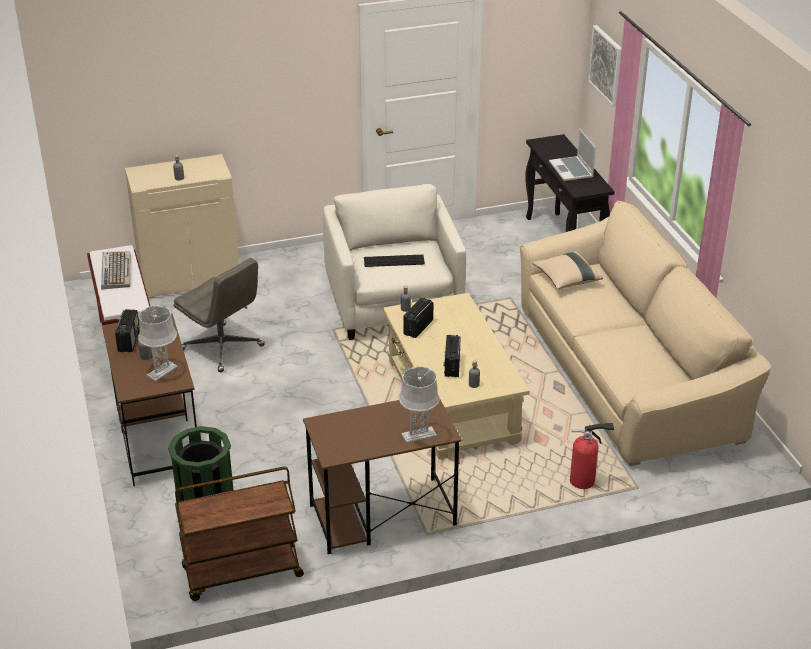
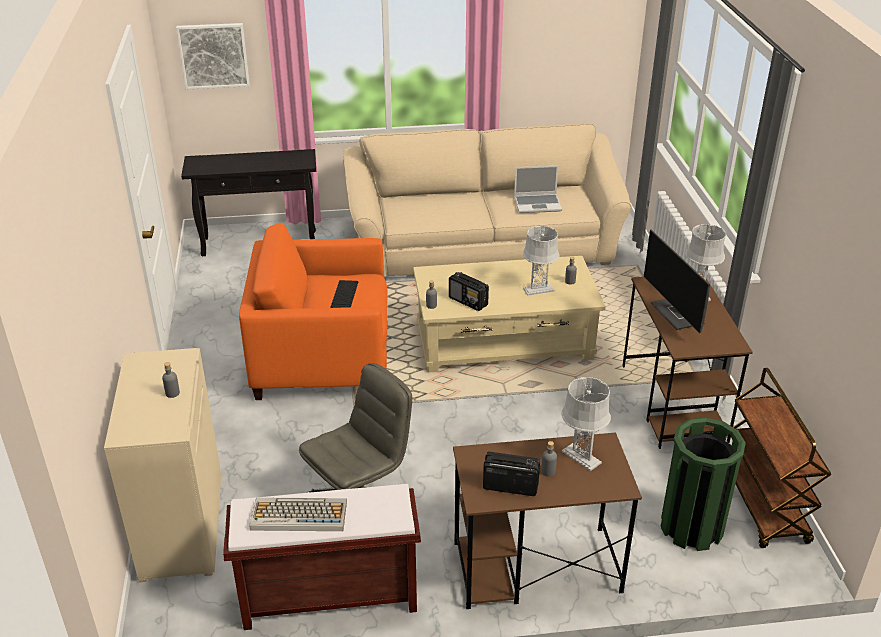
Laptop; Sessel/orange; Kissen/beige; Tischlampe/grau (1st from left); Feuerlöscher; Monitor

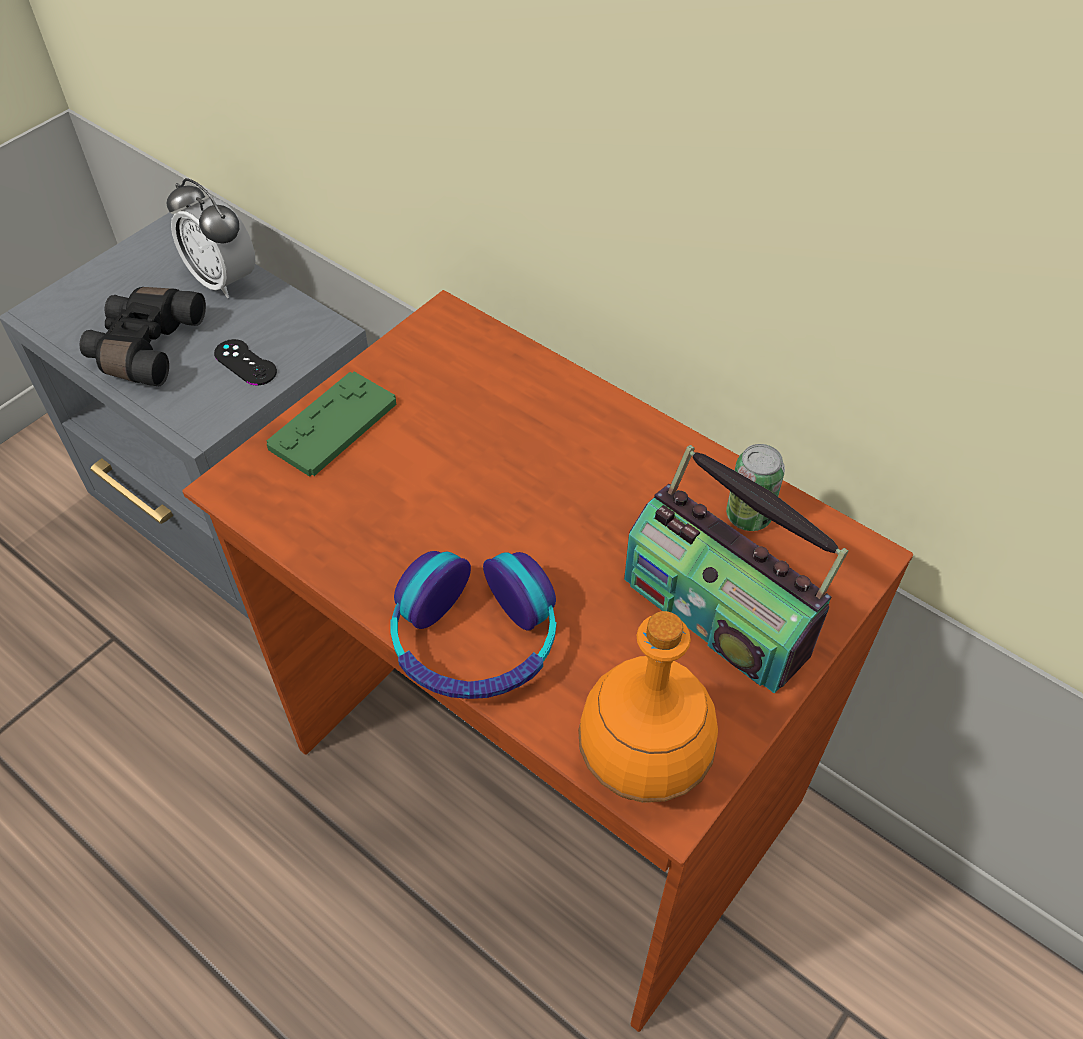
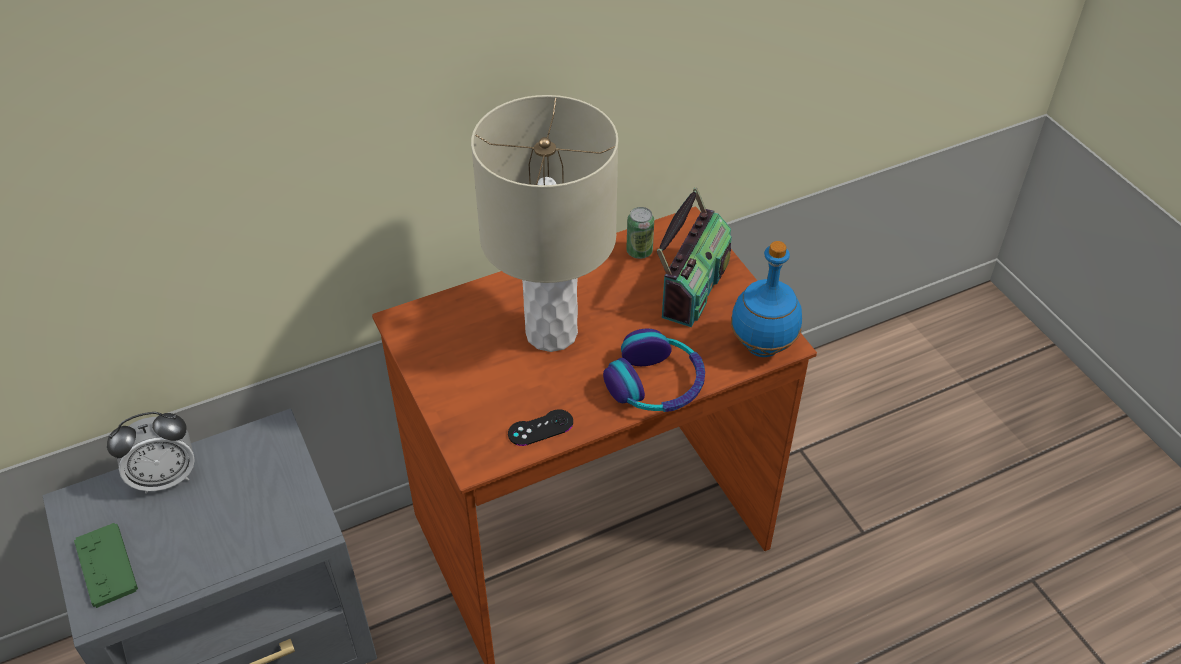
Fernglas/schwarz; Gamepad/schwarz; Gamepad/grün; Radio; Flasche/blau; Tischlampe/beige

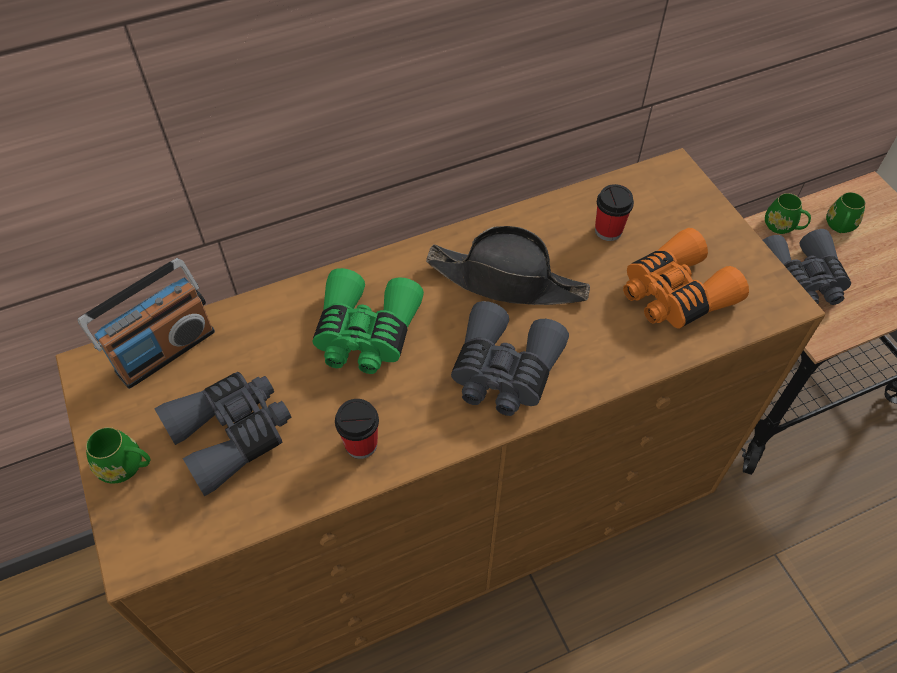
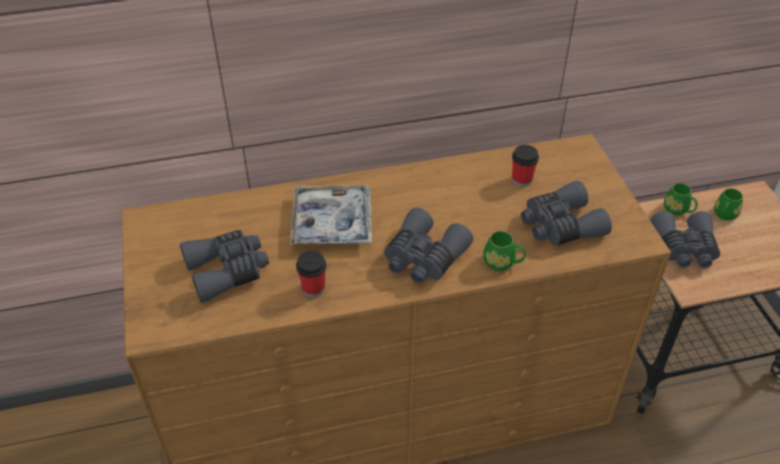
Hut/schwarz; Fernglas/grau (3rd from left); Radio; Tablett; Henkelbecher/grün (1st from left)

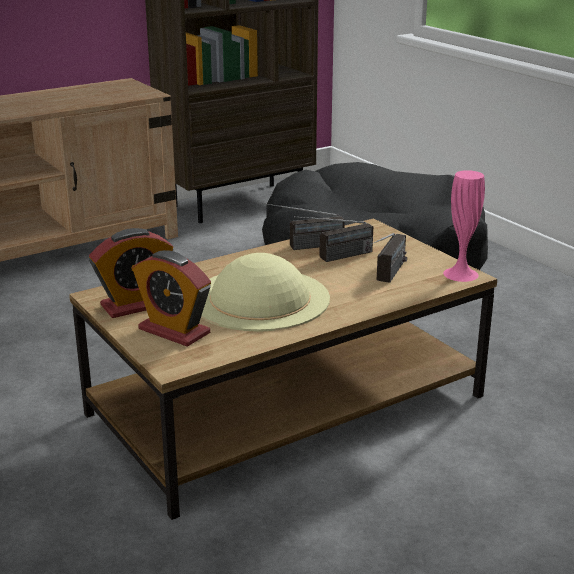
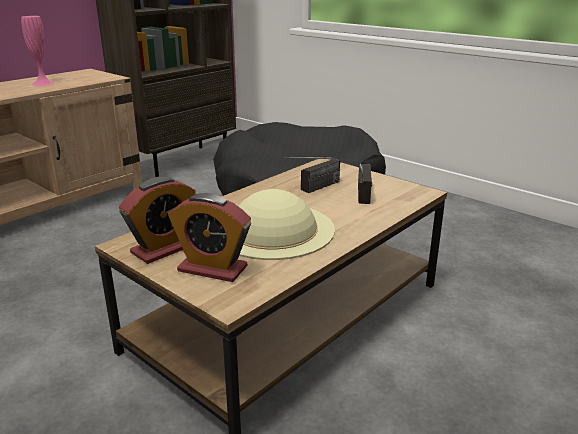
Vase/rosa; Radio (1st from left in the first image)

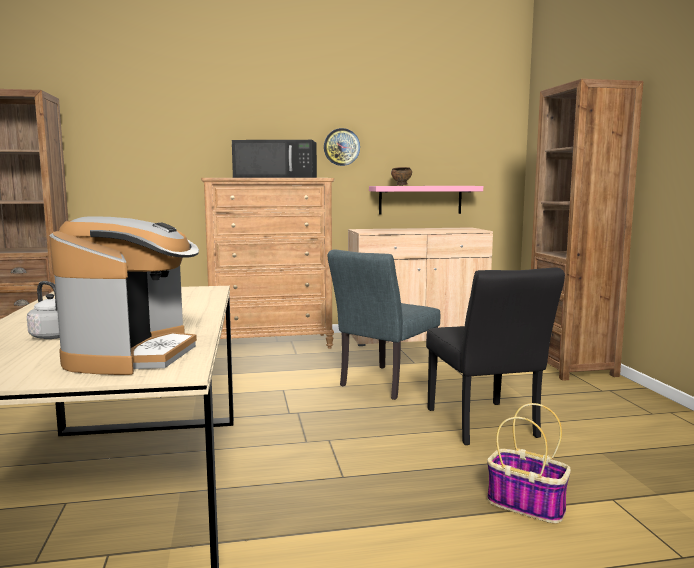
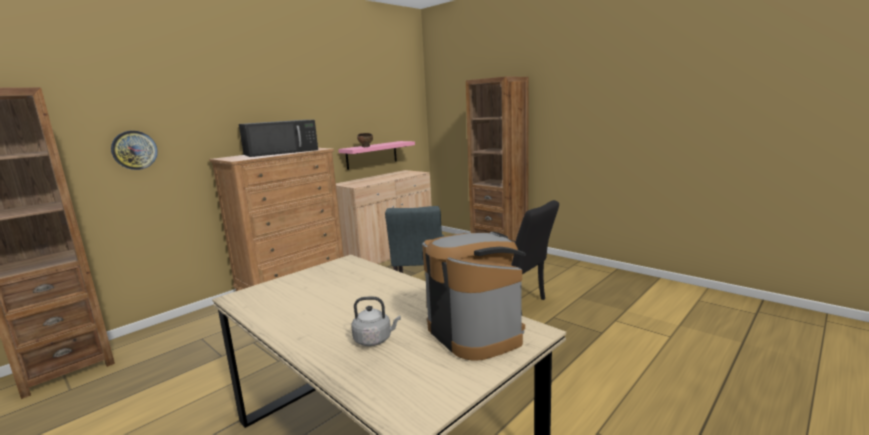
Wanduhr; Korb

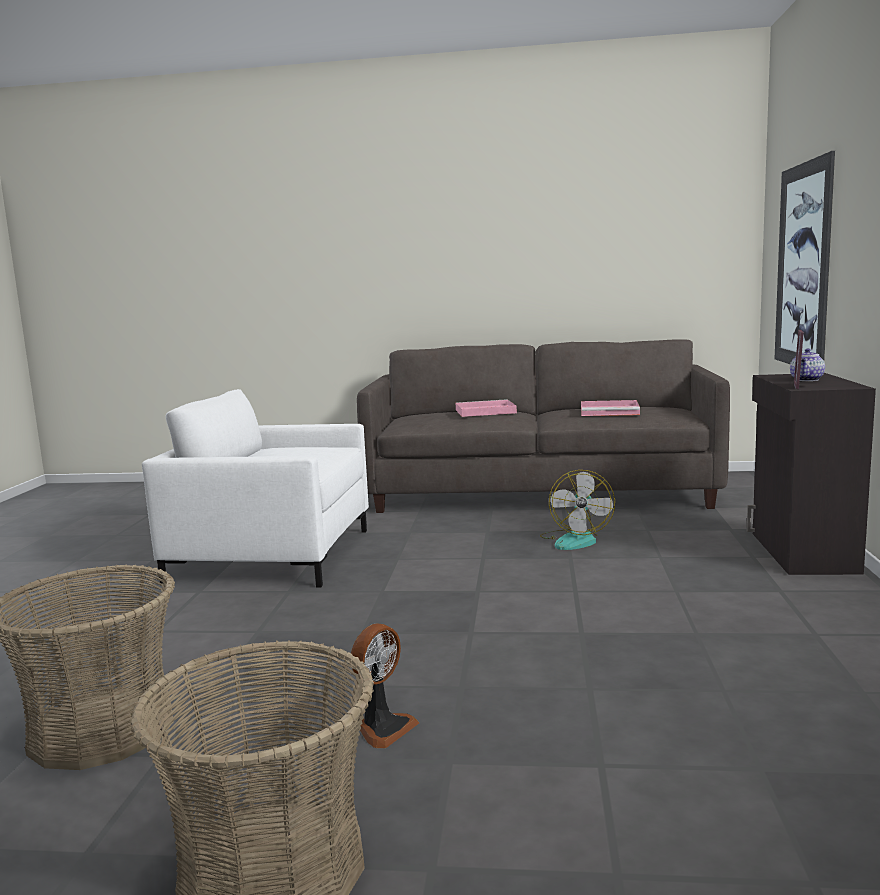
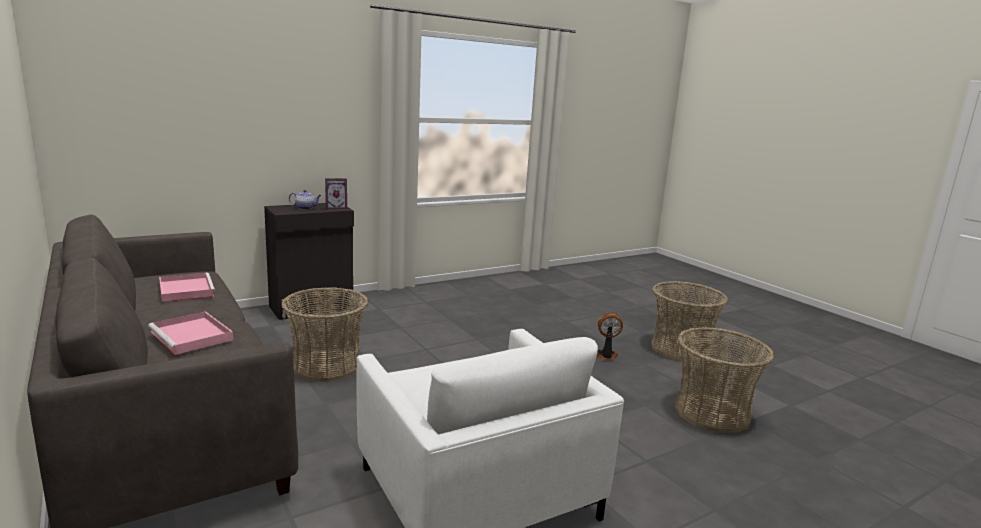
Bild; Korb (1st from left)

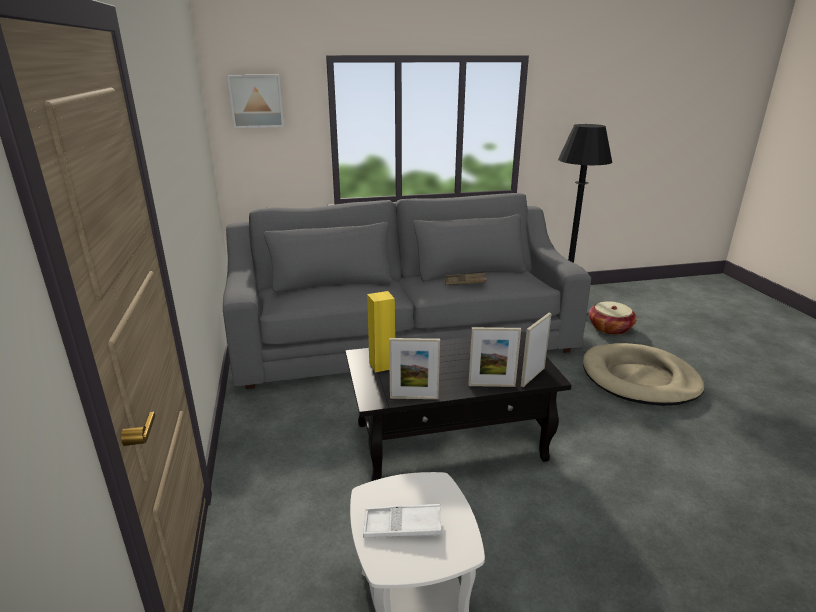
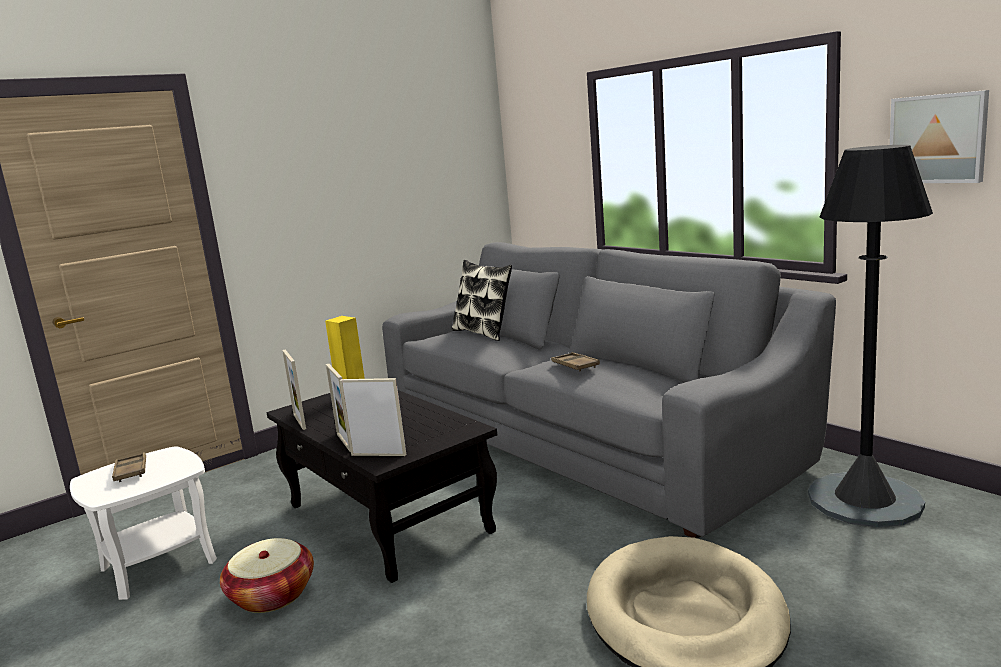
Bild; Korb; Tablett/braun (1st from left); Kissen

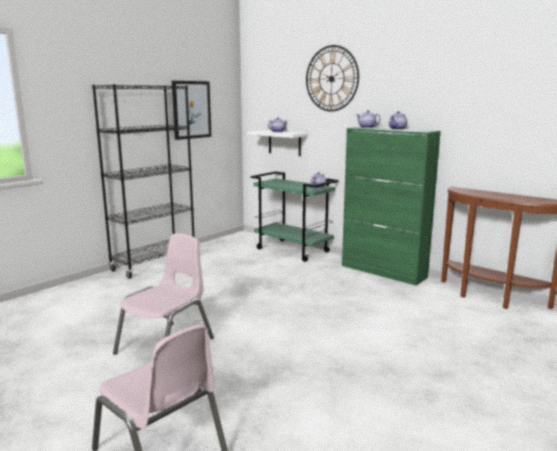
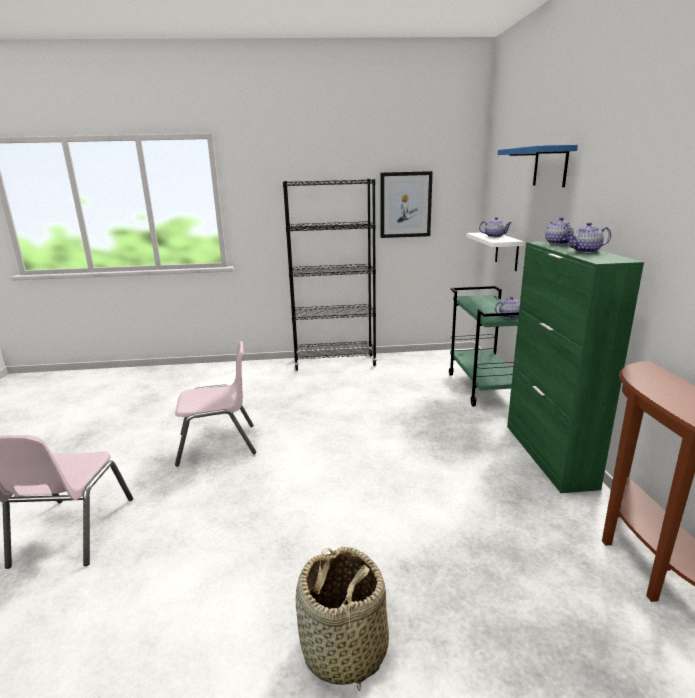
Wandregal/blau; Korb

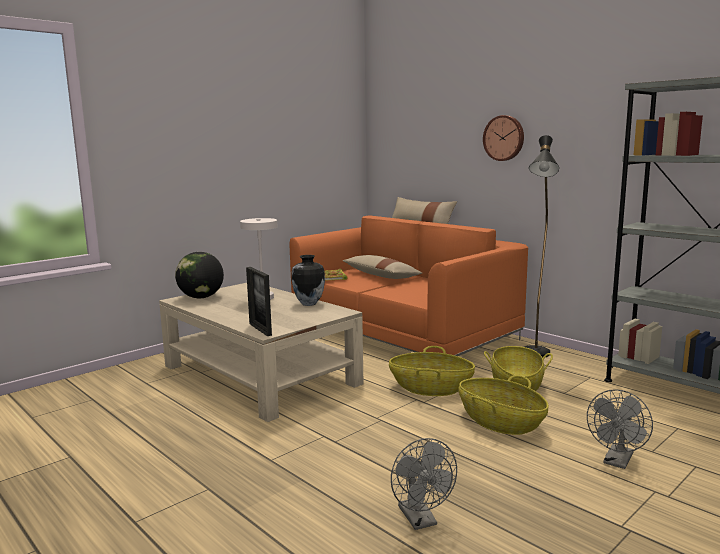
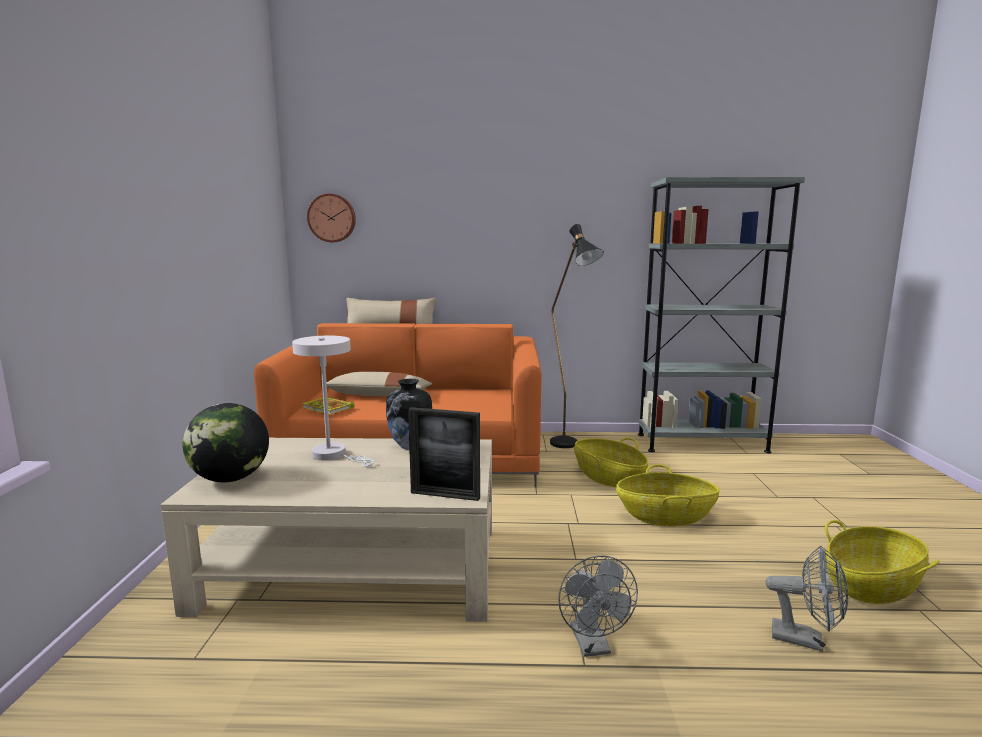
Wanduhr; Korb (3rd from left); Ventilator/grau (1st from left)

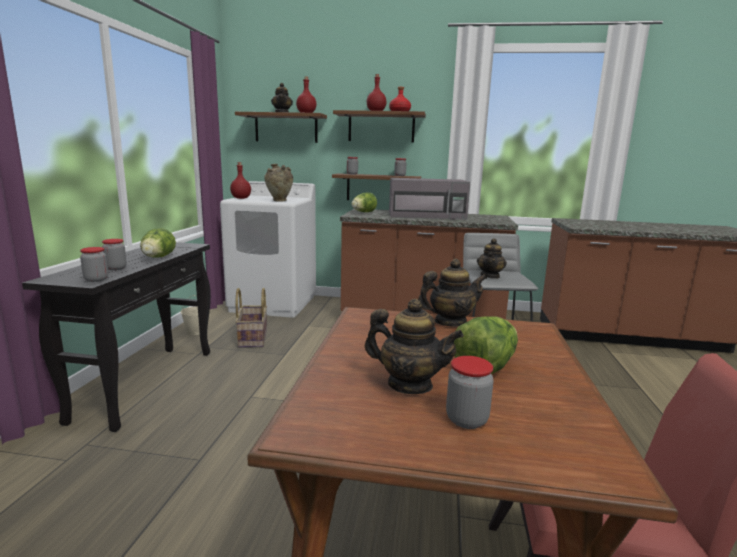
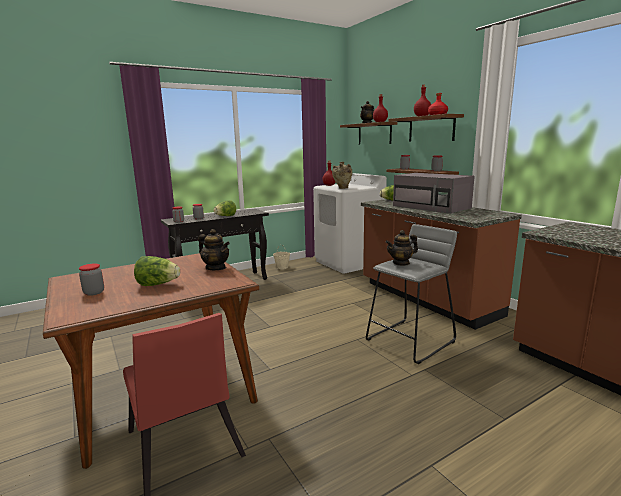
Korb; Teekanne (2nd from left in the first image)

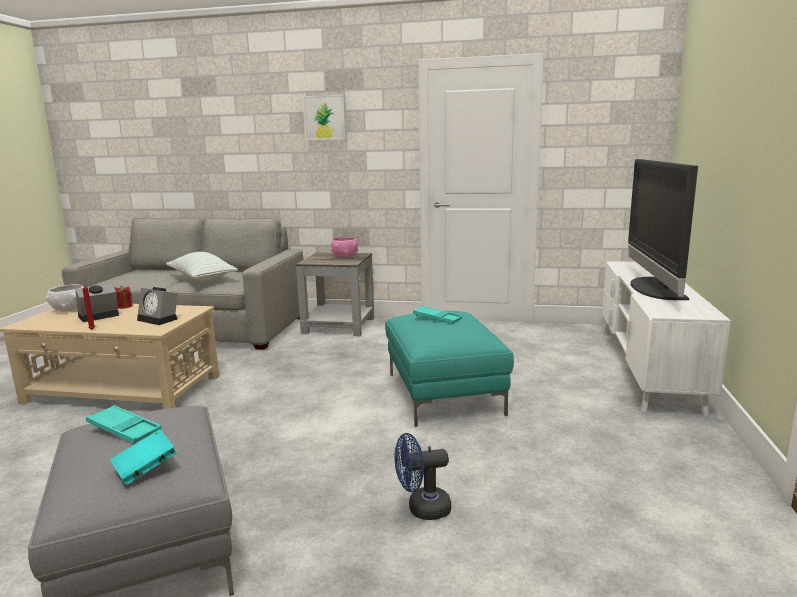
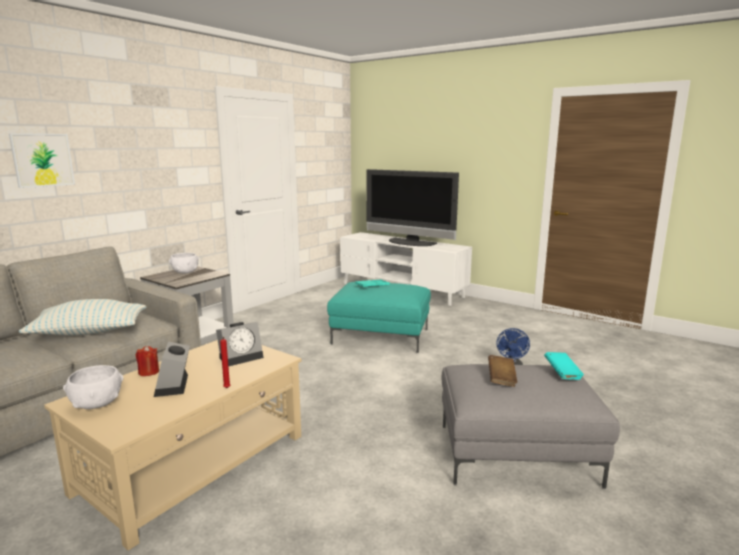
Bild; Schüssel/weiß (2nd from left); Buch/braun

